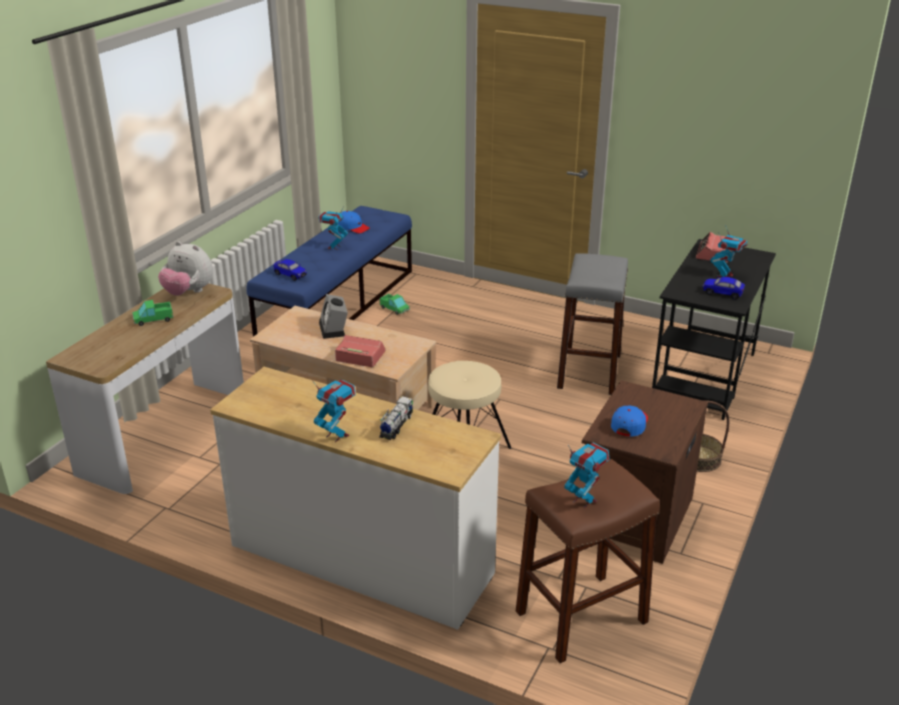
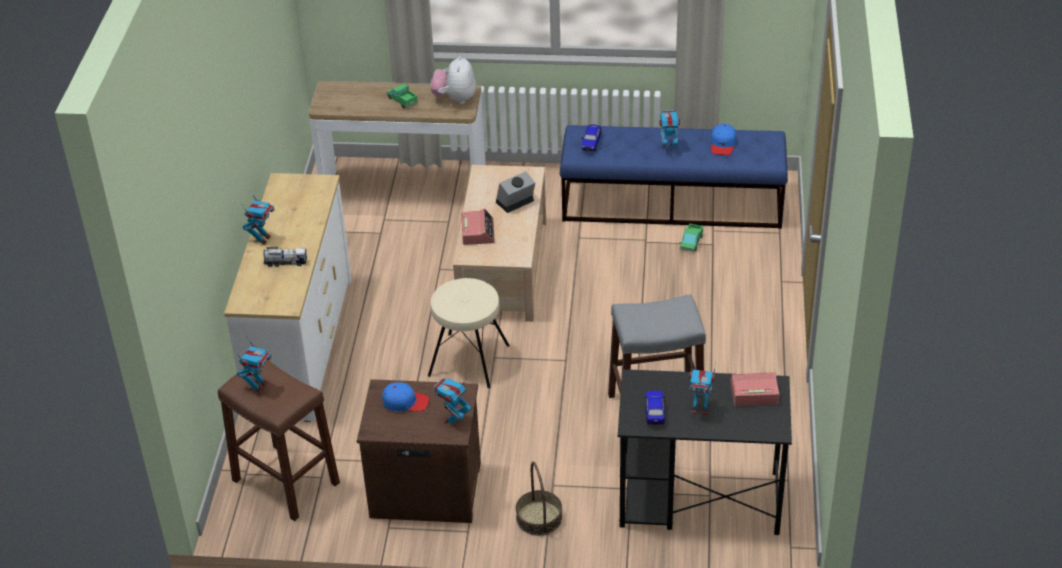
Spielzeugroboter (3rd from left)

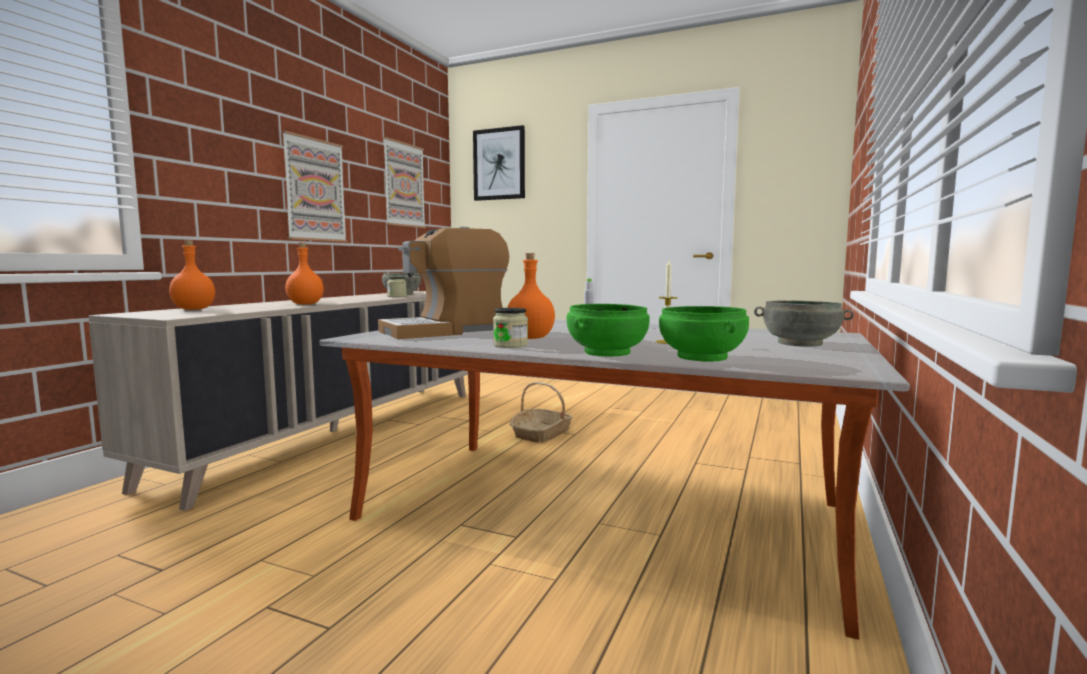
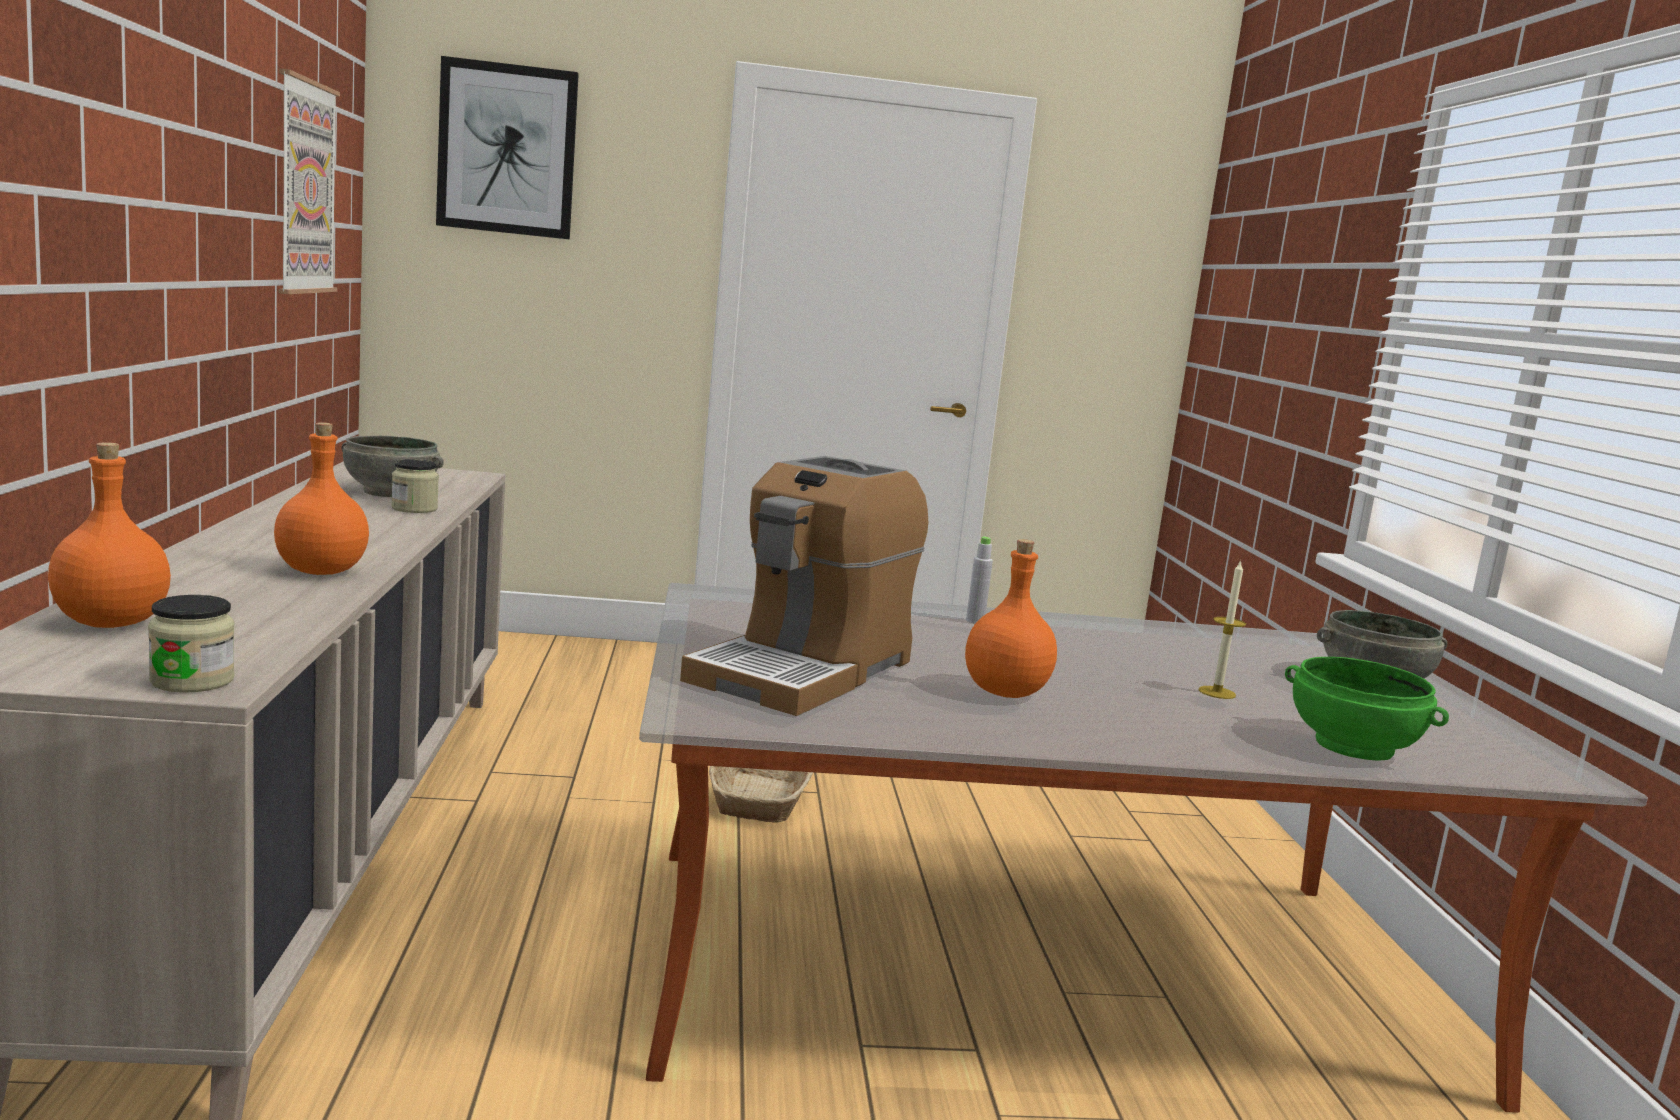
Bild (1st from left in the first image); Schüssel/grün (1st from left in the first image); Vorratsglas (1st from left)

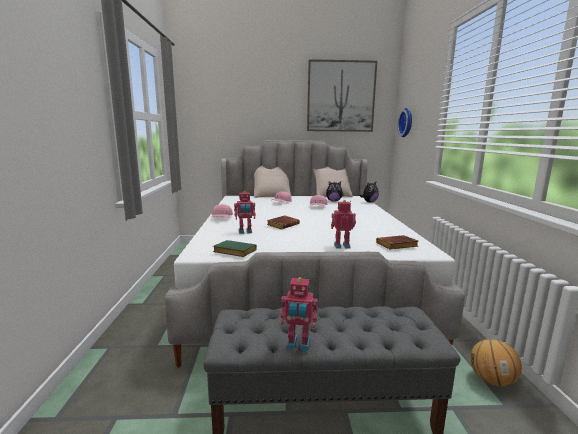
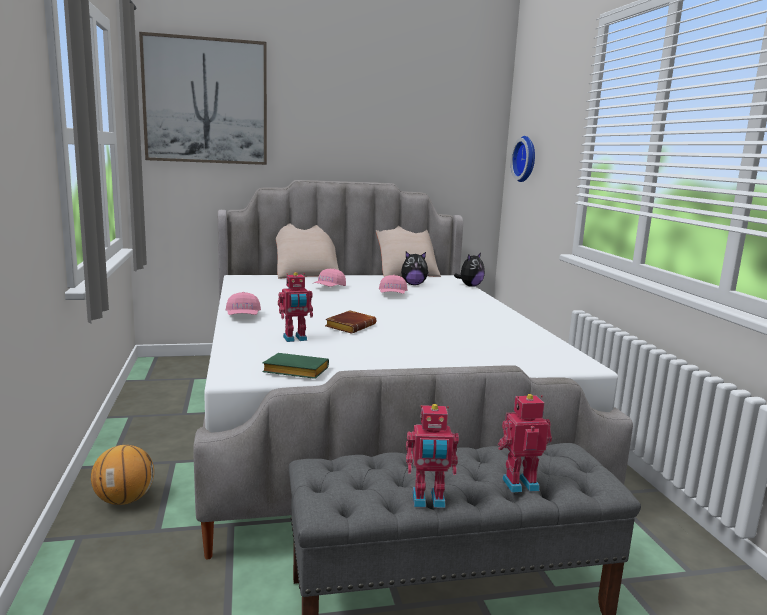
Bild; Spielzeugroboter (3rd from left); Buch/braun (2nd from left in the first image); Basketball

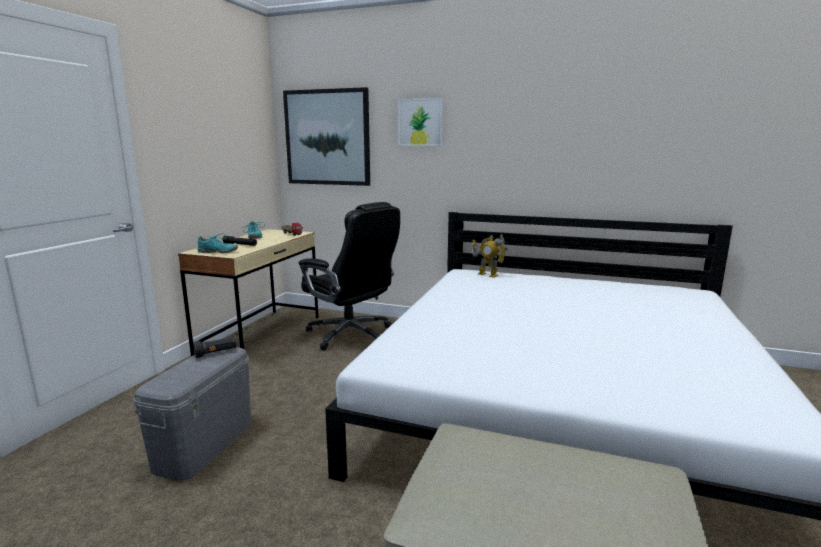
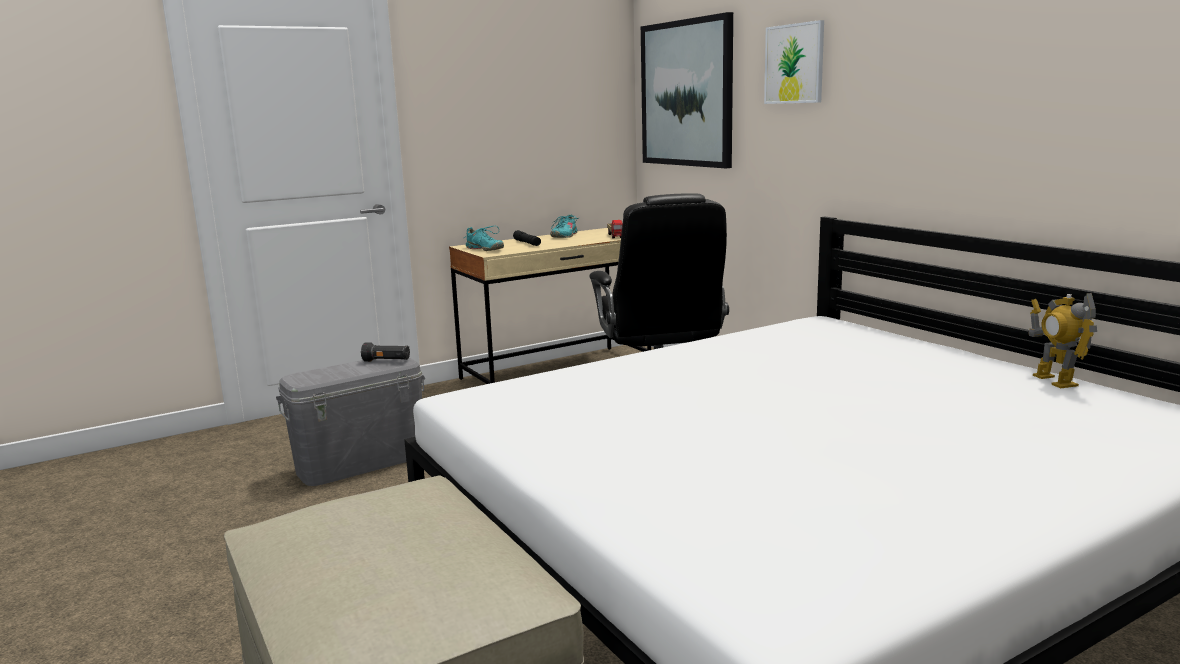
Spielzeugroboter

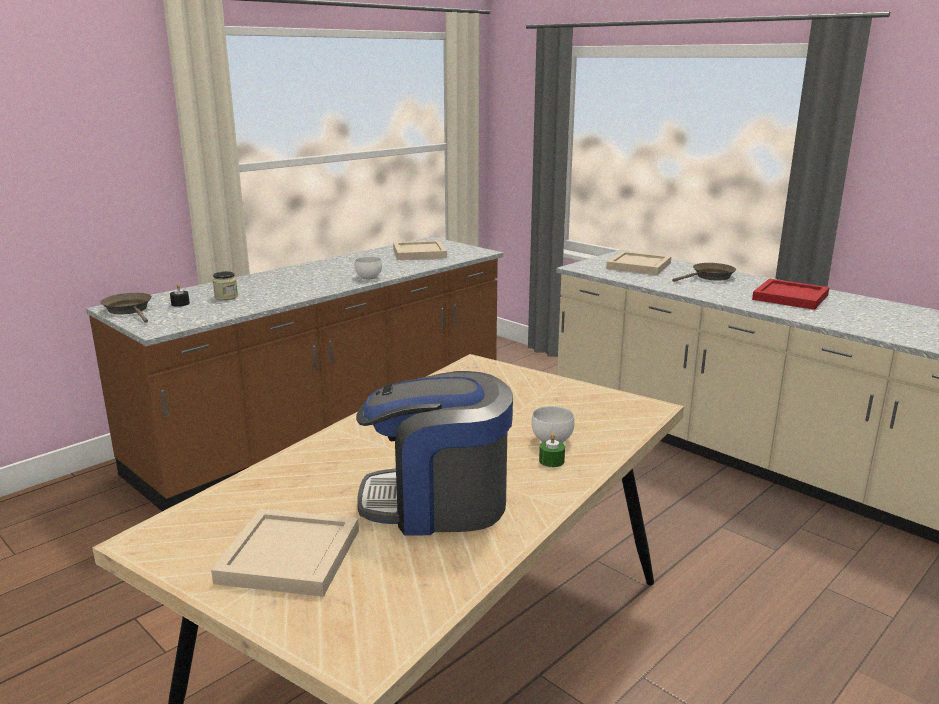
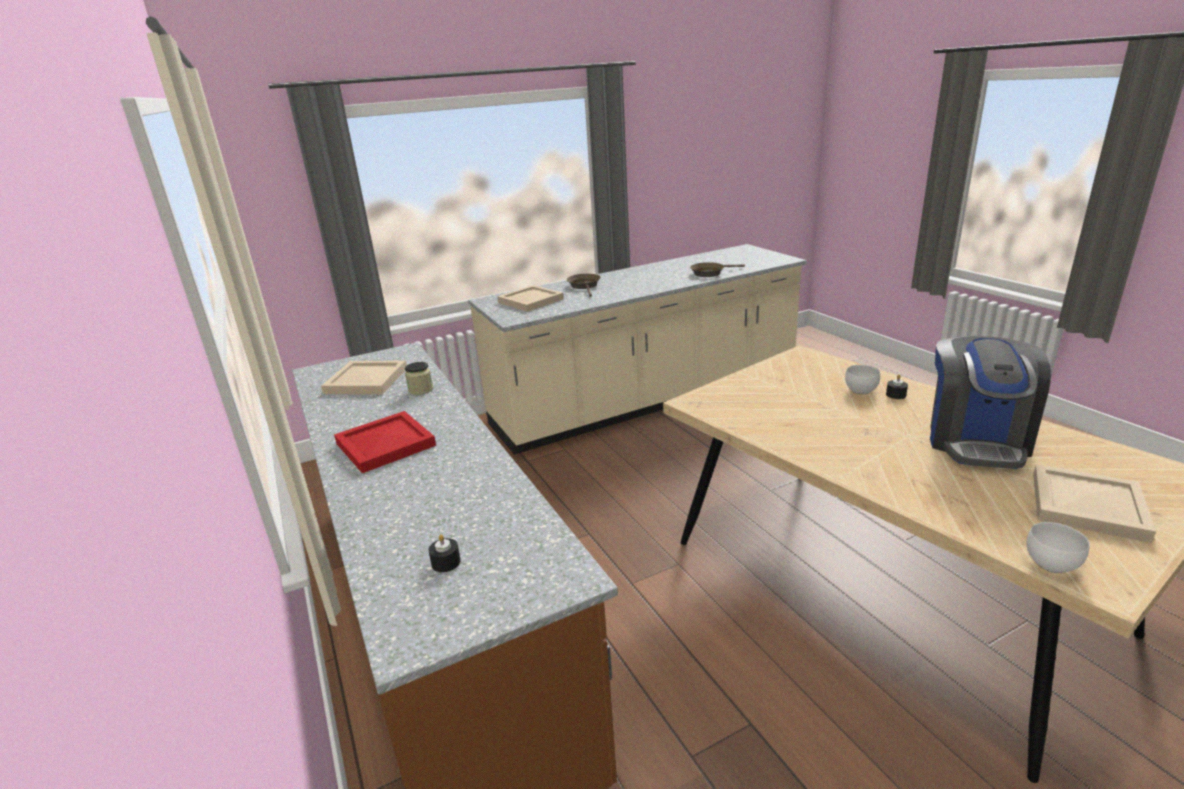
Schüssel/weiß (2nd from left); Vorratsglas; Tablett/rot; Pfanne/braun (2nd from left); Kerze/schwarz (2nd from left)

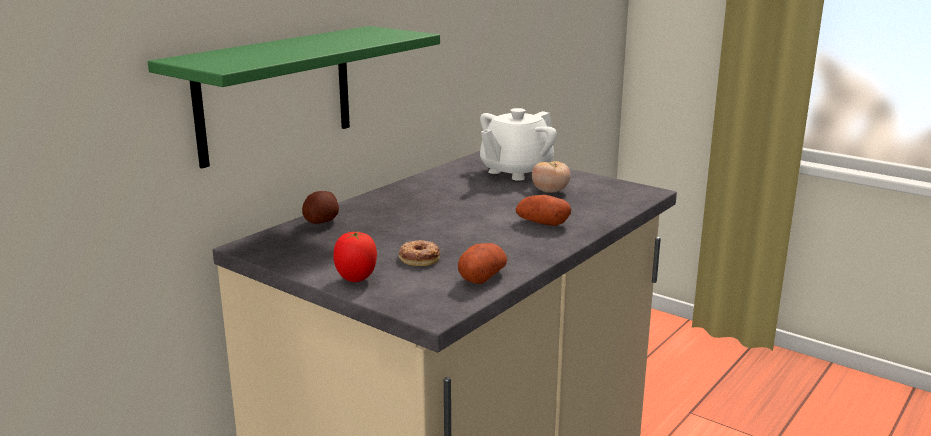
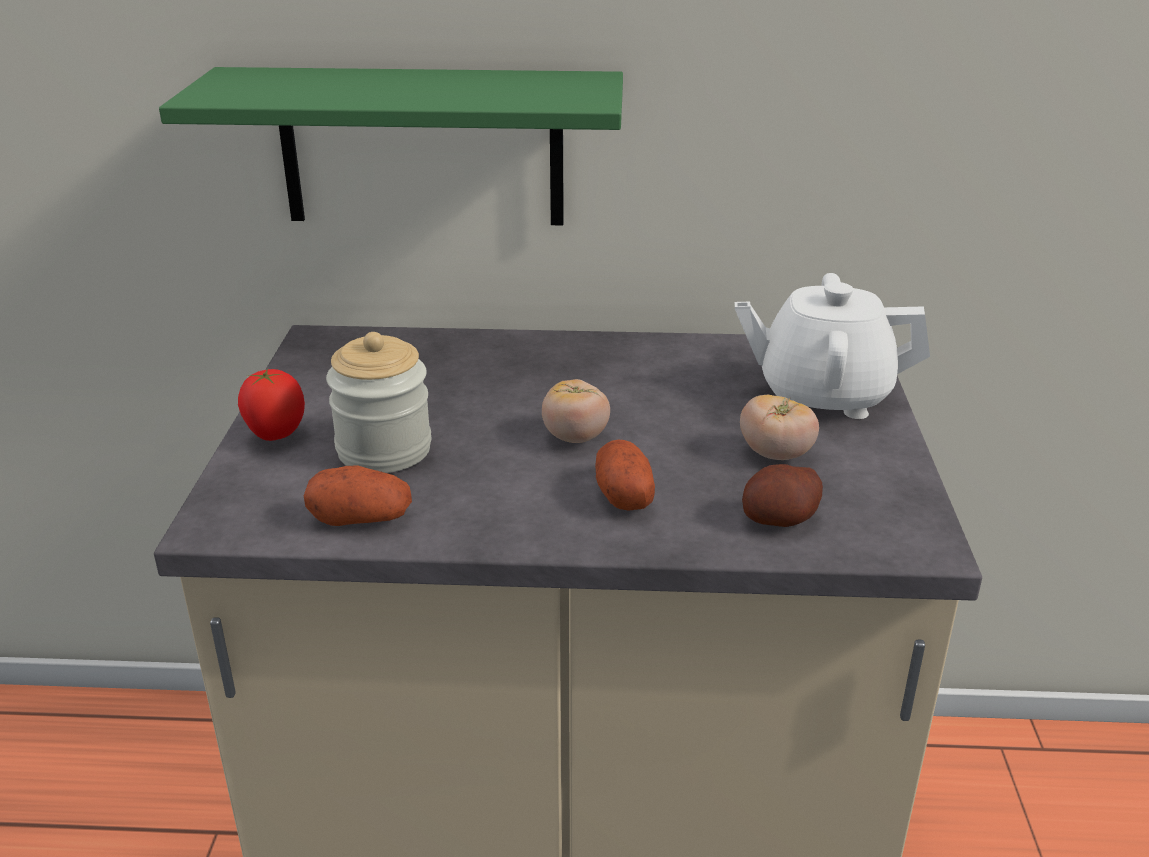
Kartoffel (3rd from left); Vorratsglas; Tomate (2nd from left)

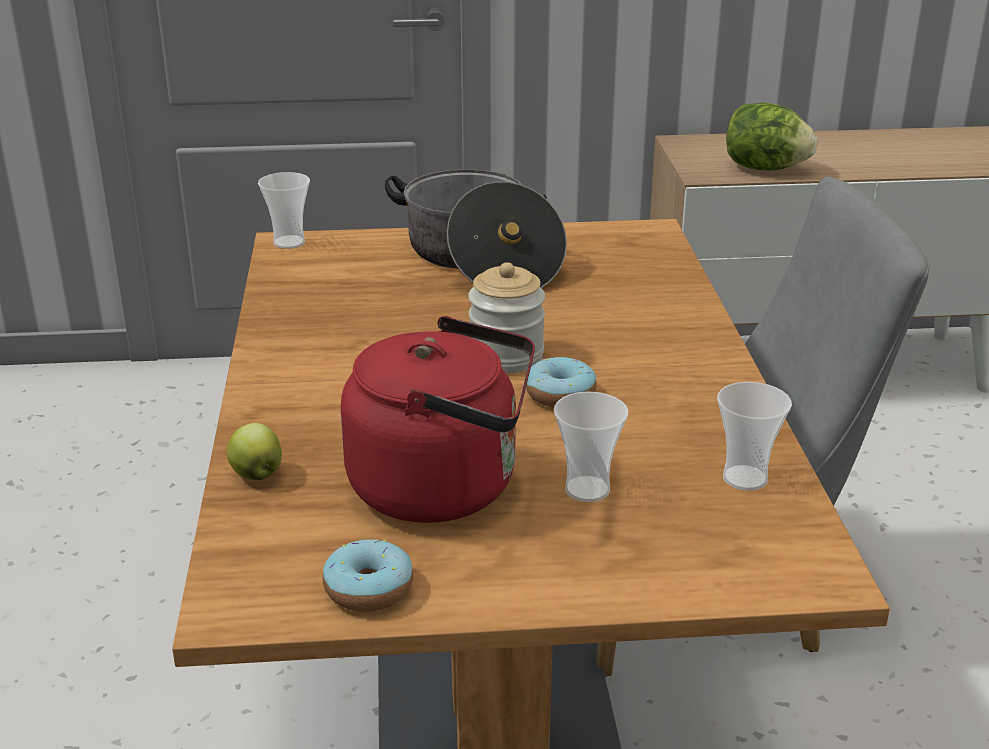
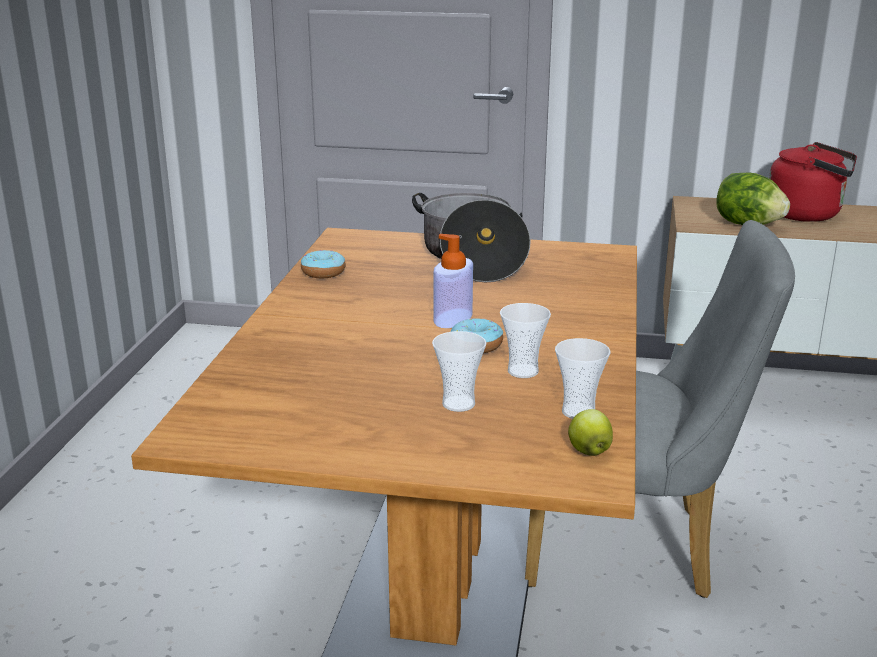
Tasse (2nd from left); Seifenspender; Wasserkessel/rot; Apfel; Donut (1st from left)

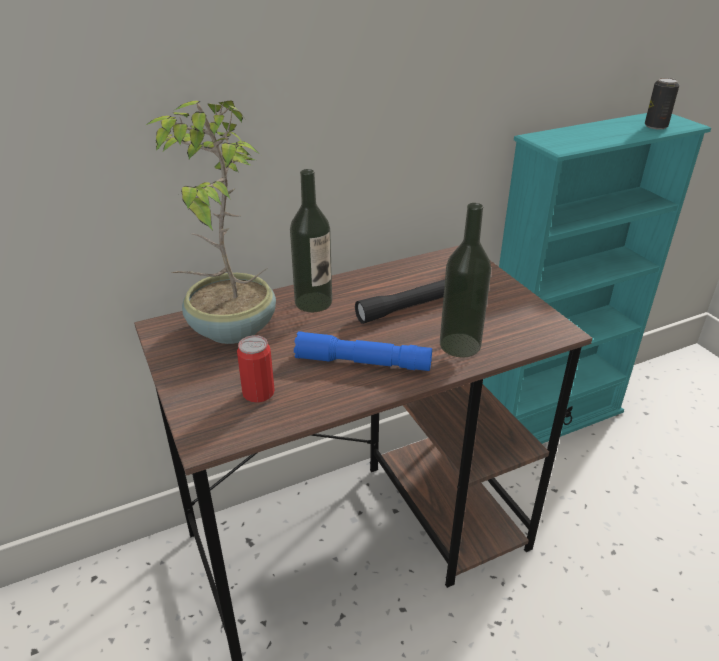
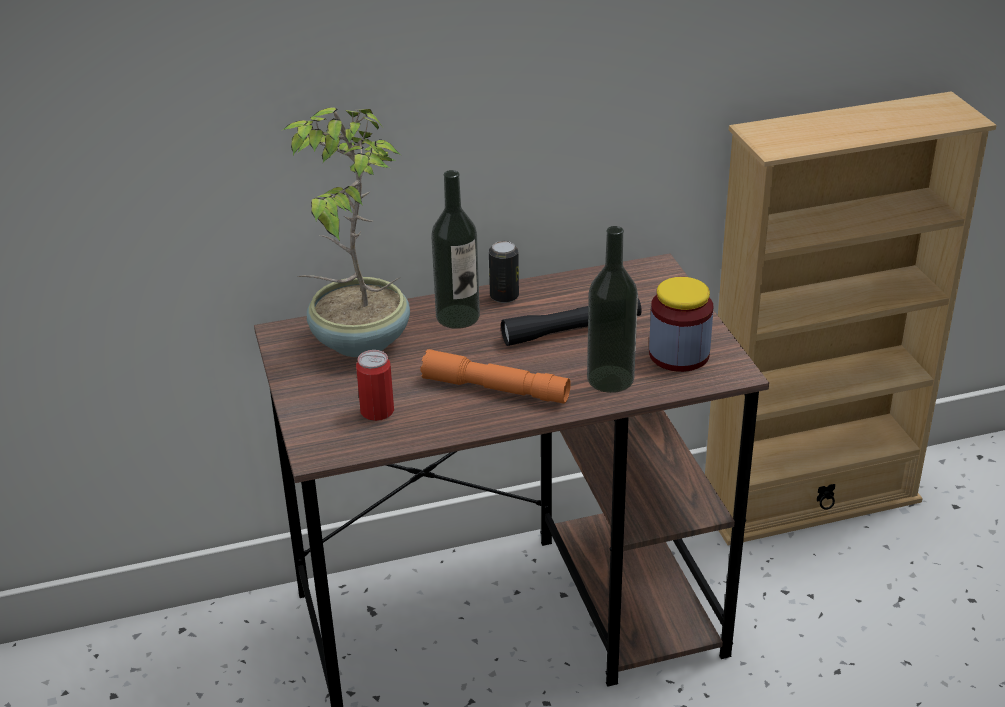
Dose (2nd from left); Bücherregal/beige; Taschenlampe/orange; Vorratsglas

